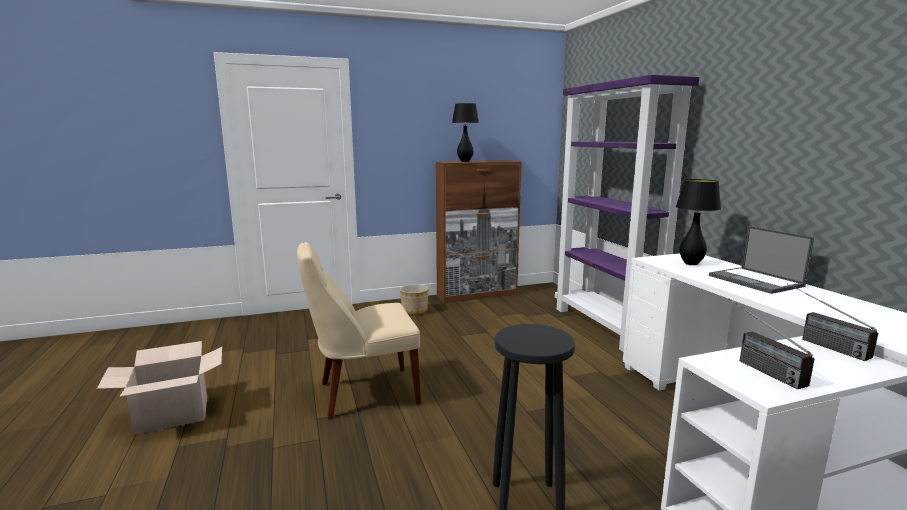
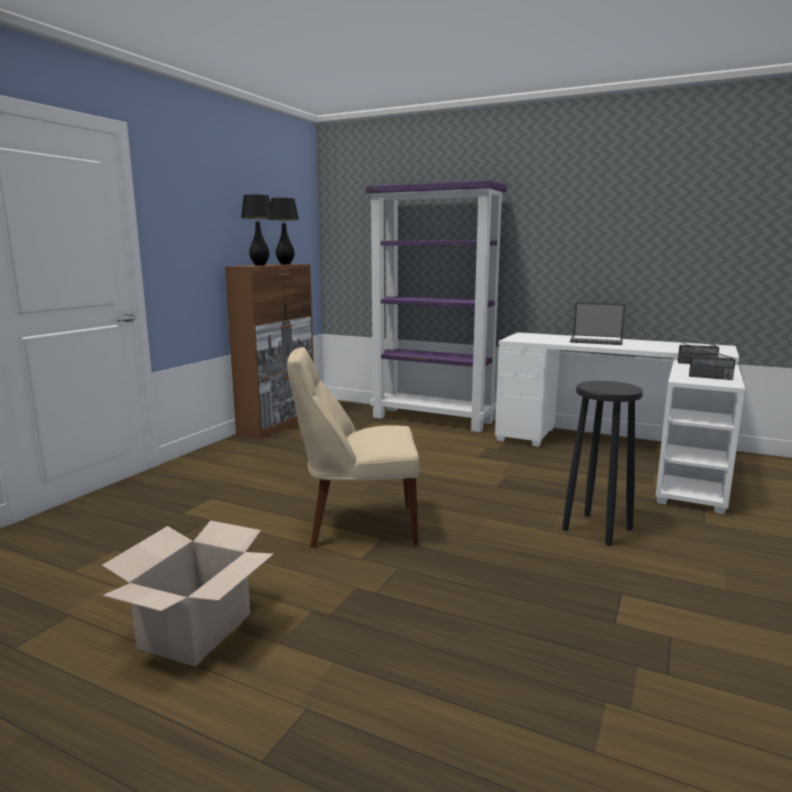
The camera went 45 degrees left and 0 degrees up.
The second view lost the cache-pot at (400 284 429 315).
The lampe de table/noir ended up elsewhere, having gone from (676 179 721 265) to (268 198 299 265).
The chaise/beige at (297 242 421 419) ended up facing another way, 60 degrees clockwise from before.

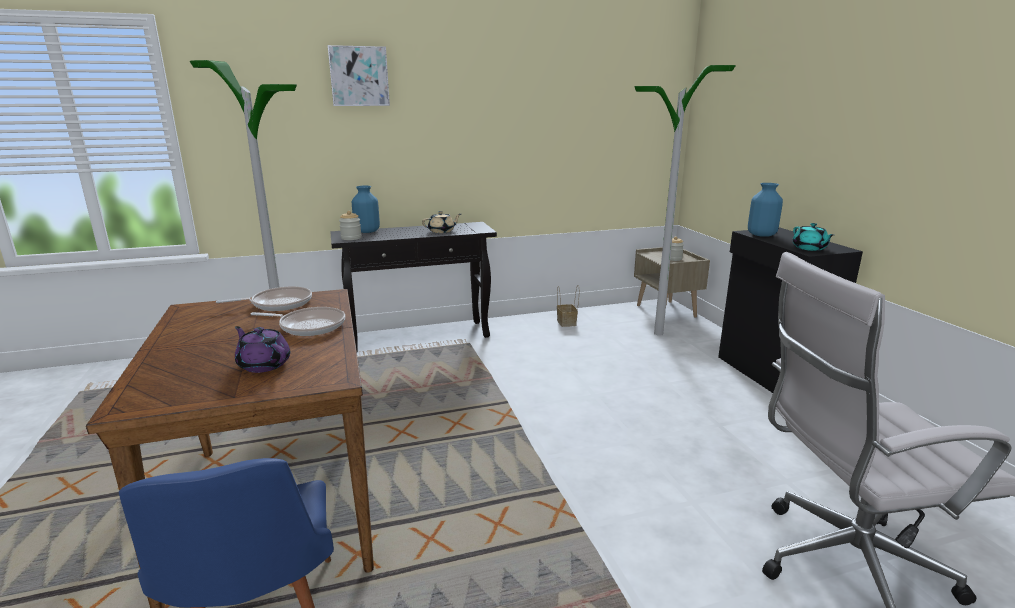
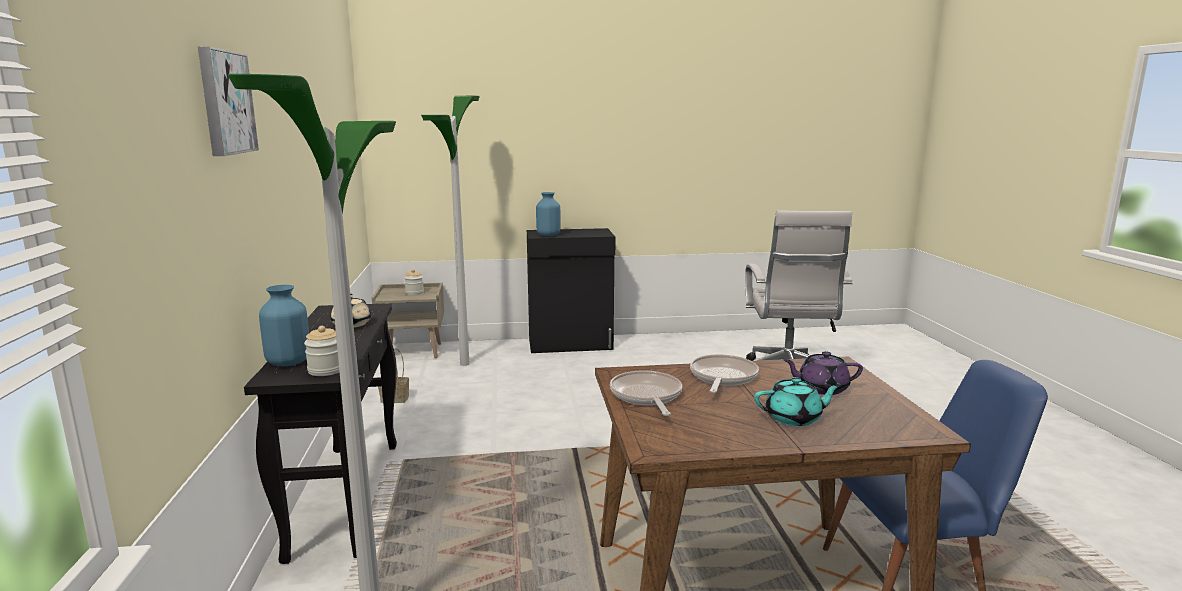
The camera went 80 degrees left and 5 degrees down.
The théière/turquoise ended up elsewhere, having gone from (792 223 834 251) to (754 377 841 426).
The théière/violet at (235 326 290 373) ended up facing another way, 45 degrees clockwise from before.

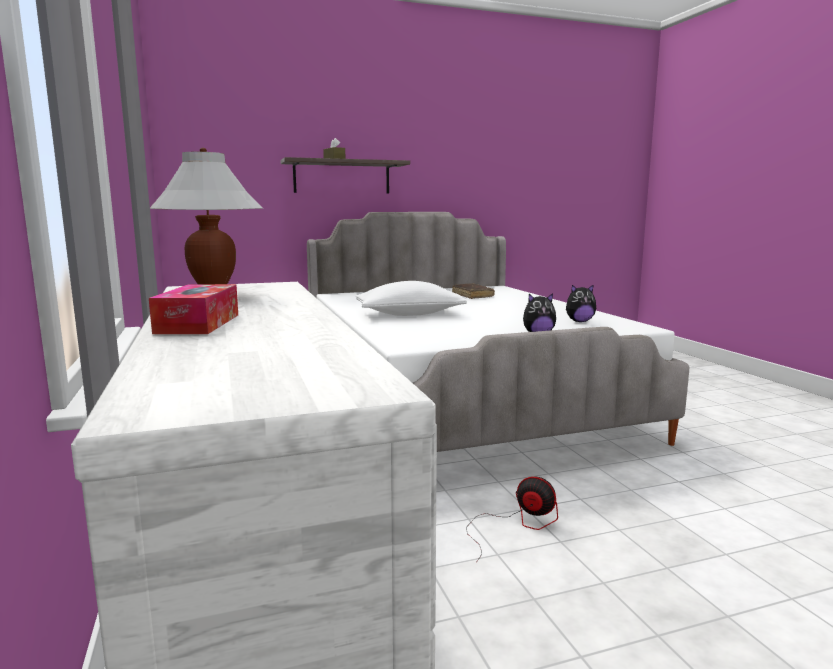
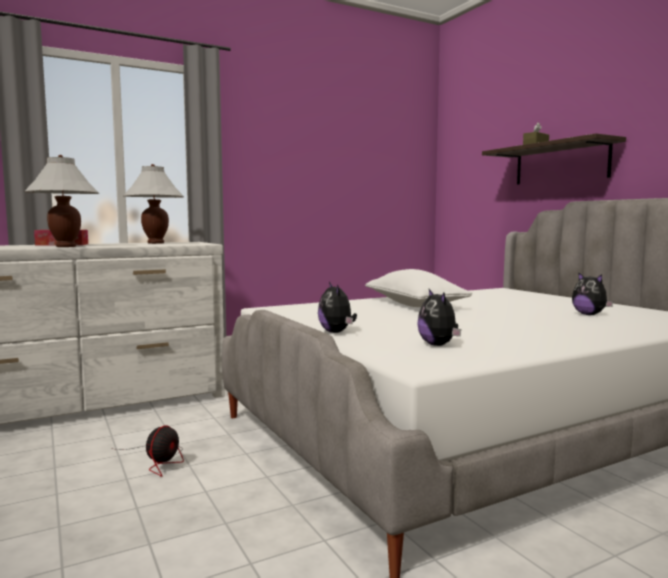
The camera went 80 degrees right and 5 degrees down.
The second view gained the lampe de table/blanc at (24 155 99 247).
Where the livre/marron stood at (452 283 495 299), the peluche came to stand at (572 272 613 315).

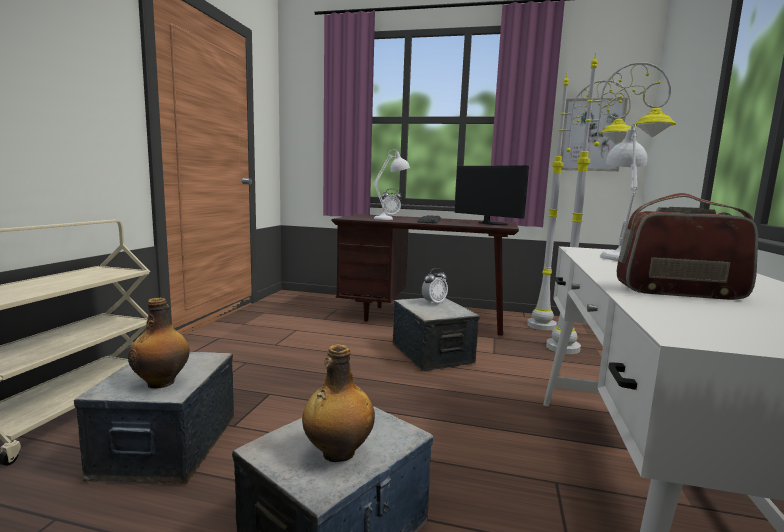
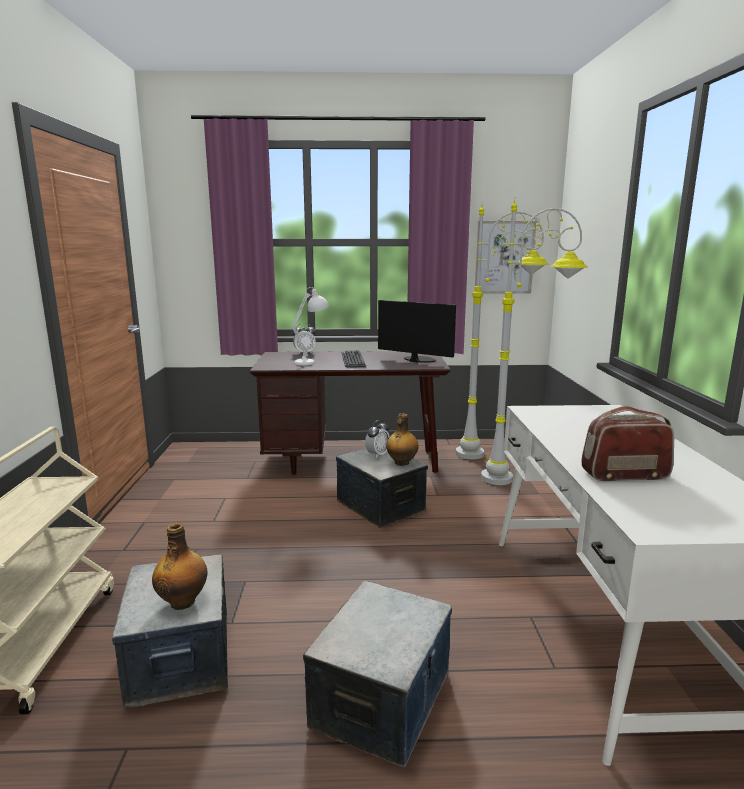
The camera went 15 degrees left and 5 degrees up.
The second view lost the lampe de table/blanc at (600 123 647 261).
The bouteille ended up elsewhere, having gone from (302 344 375 462) to (386 413 419 466).

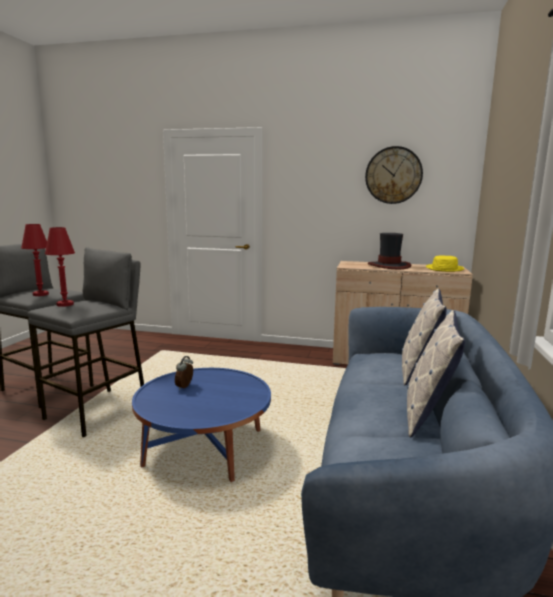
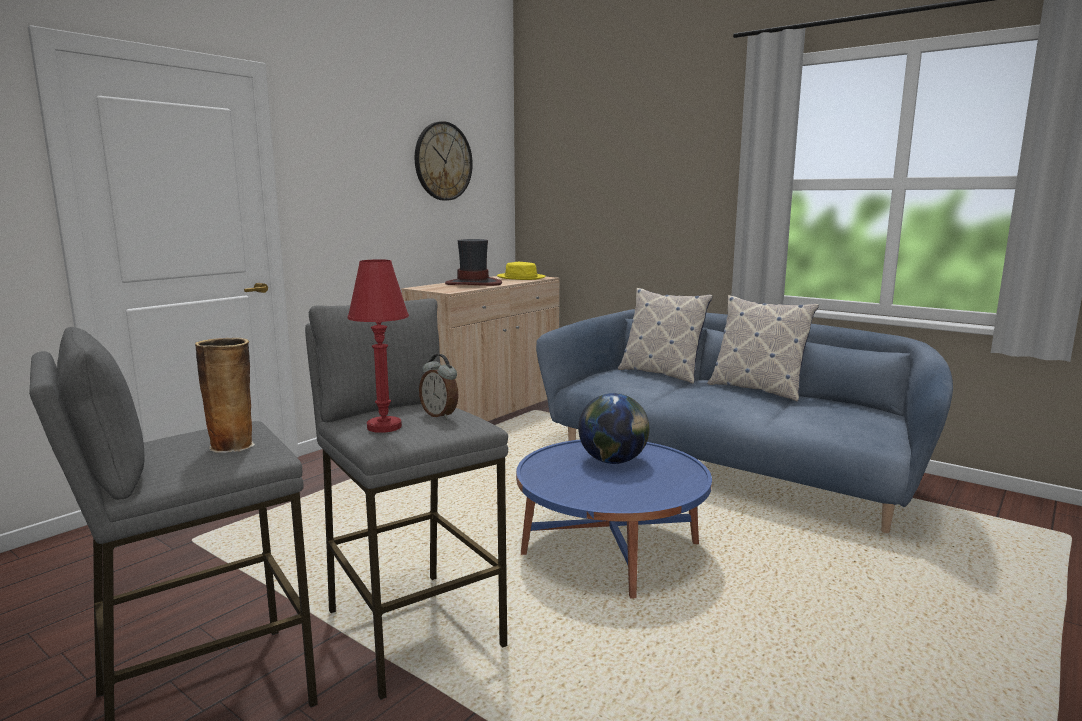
The camera went 65 degrees left and 0 degrees up.
The second view gained the globe at (578 393 650 464).
The réveil ended up elsewhere, having gone from (175 356 193 390) to (419 354 459 420).
Where the lampe de table/rouge stood at (21 224 49 296), the vase came to stand at (195 338 255 453).

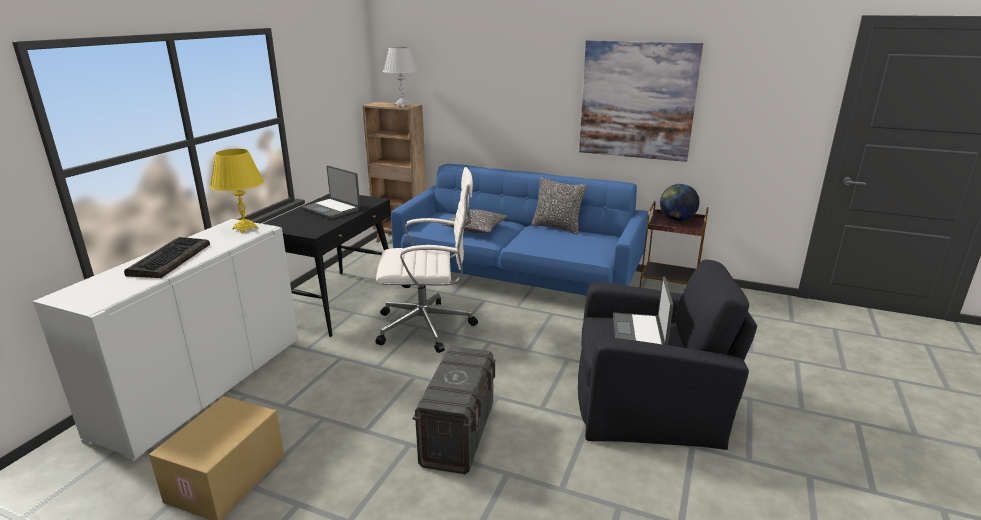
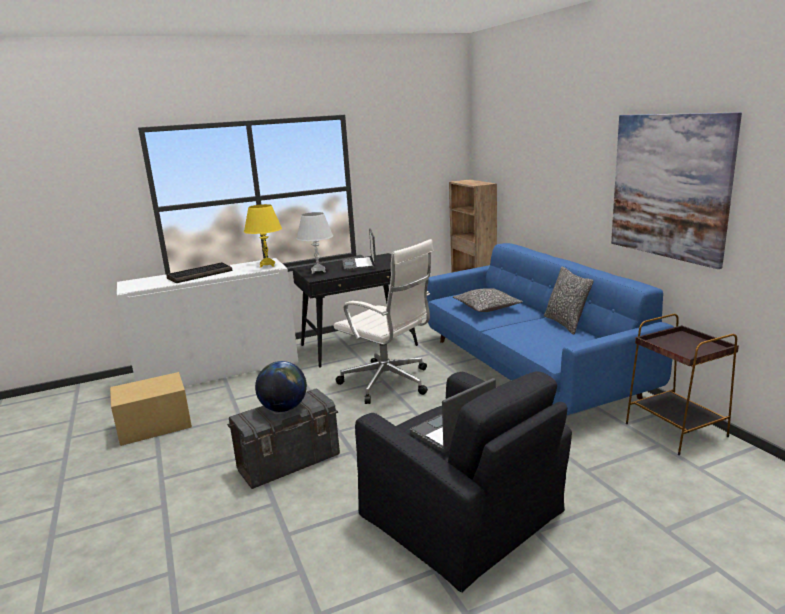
The camera went 45 degrees right and 5 degrees down.
The lampe de table/blanc ended up elsewhere, having gone from (383 47 418 107) to (296 212 333 274).
The globe ended up elsewhere, having gone from (660 184 699 221) to (255 361 307 412).

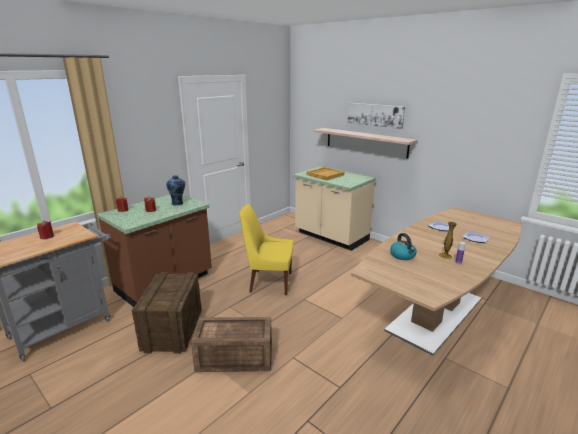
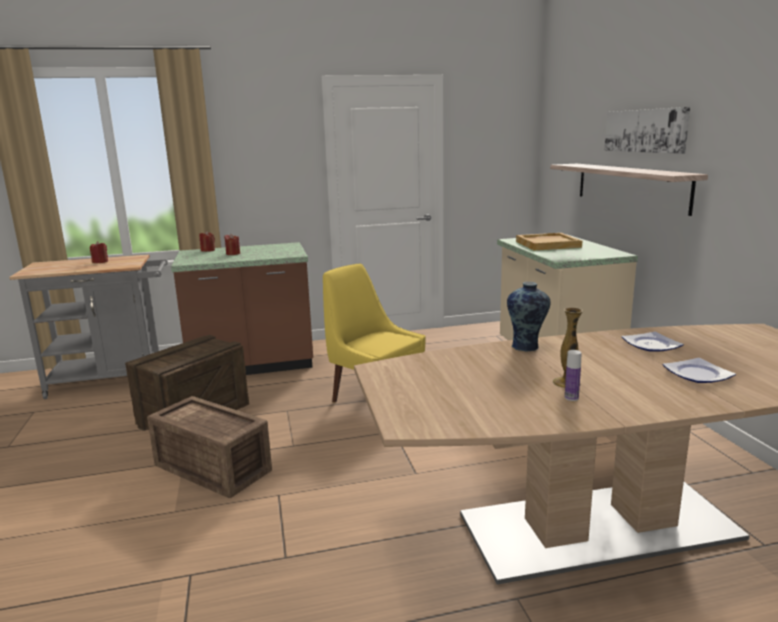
The camera went 35 degrees right and 5 degrees down.
The second view lost the bouilloire at (390 233 416 260).
The vase ended up elsewhere, having gone from (166 175 185 205) to (507 282 551 351).

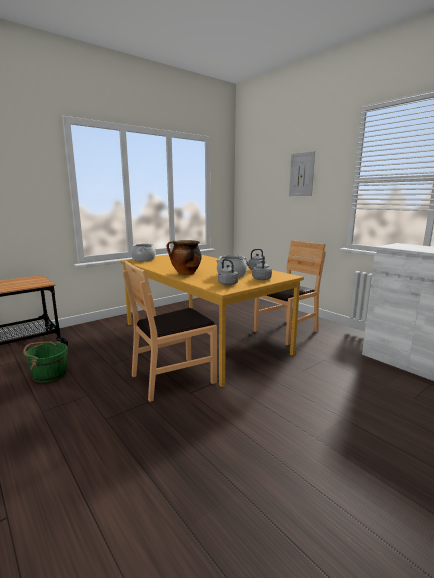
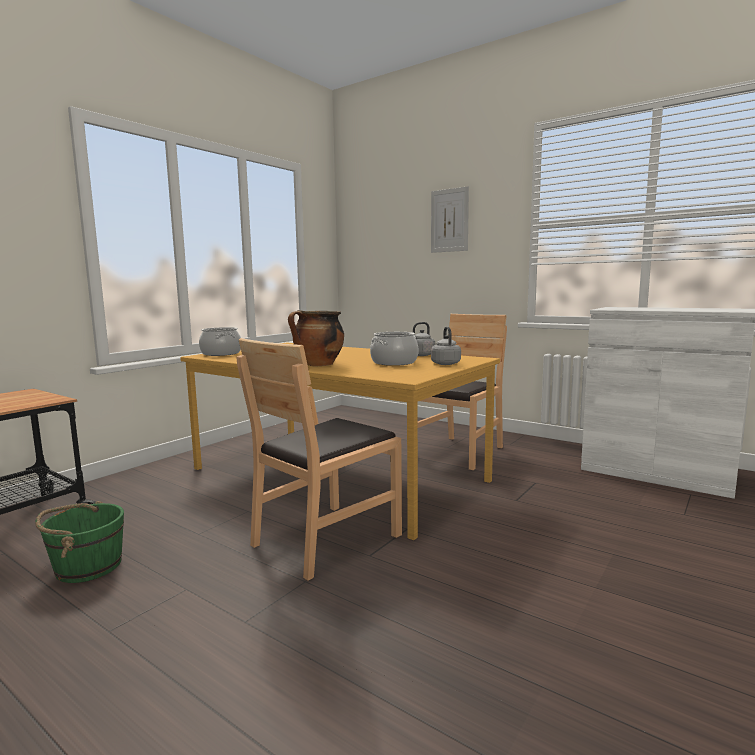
The camera went 15 degrees left and 5 degrees down.
The second view lost the bouilloire/gris at (218 259 239 285).

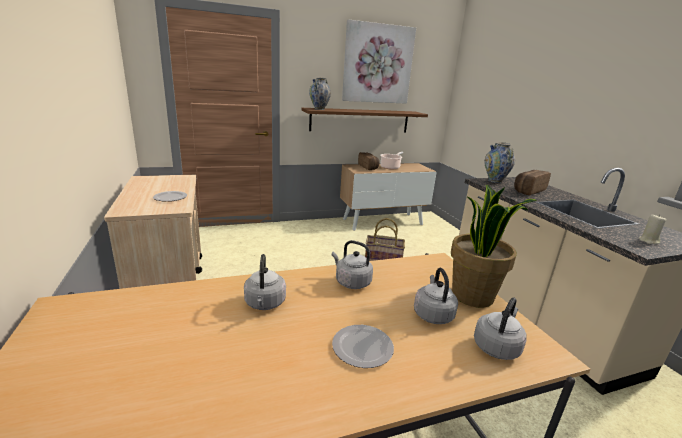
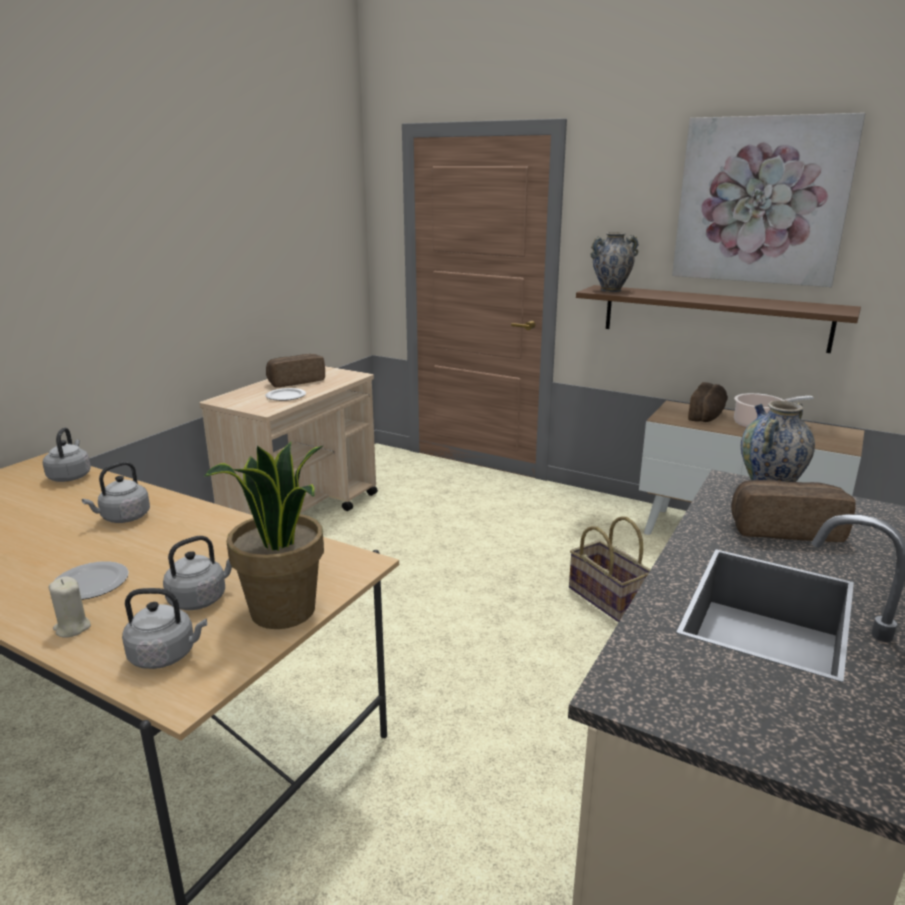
The camera went 50 degrees right and 0 degrees up.
The second view gained the pain at (266 354 325 387).
The bouilloire/gris ended up elsewhere, having gone from (332 240 373 289) to (43 428 91 482).
The bougie/beige ended up elsewhere, having gone from (639 215 667 244) to (48 577 91 638).

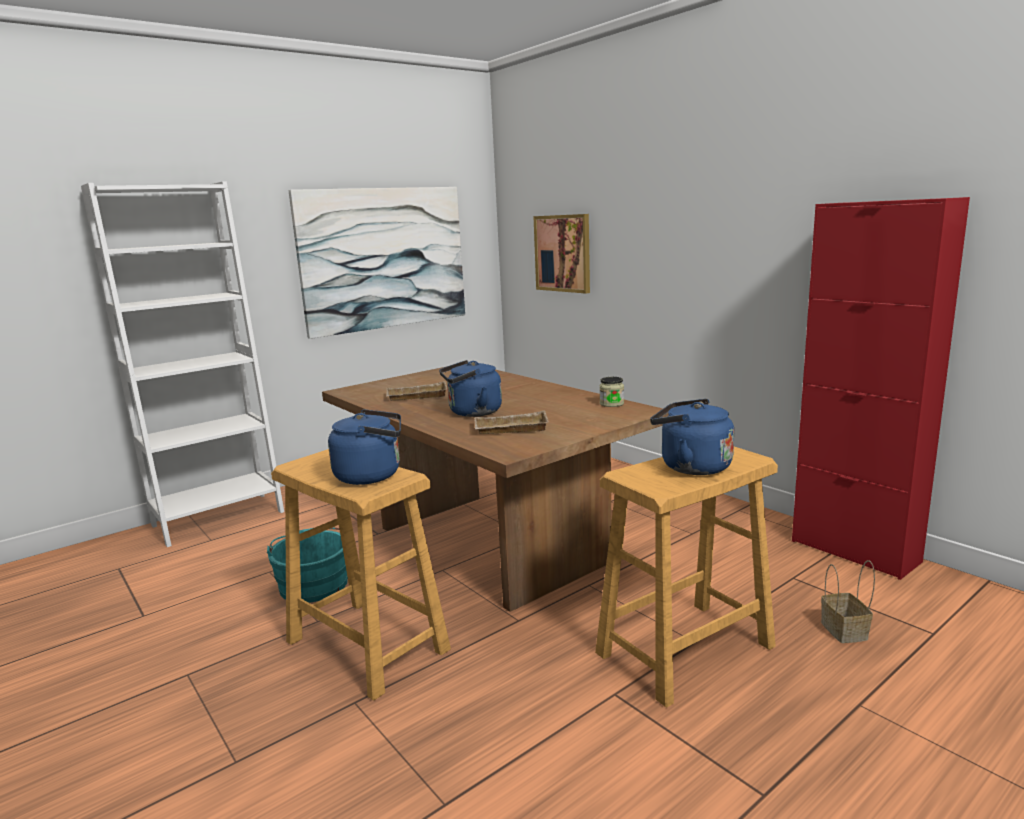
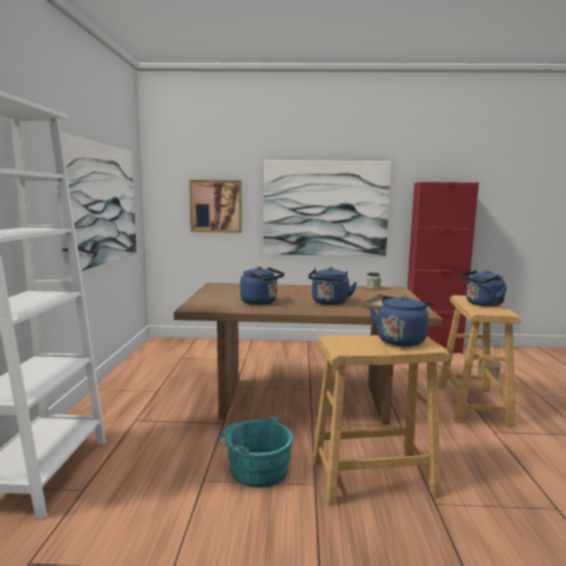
The camera went 50 degrees left and 5 degrees down.
The second view gained the tableau at (264 160 391 256).
Where the plateau/beige stood at (386 381 448 401), the bouilloire/bleu came to stand at (240 267 285 305).

